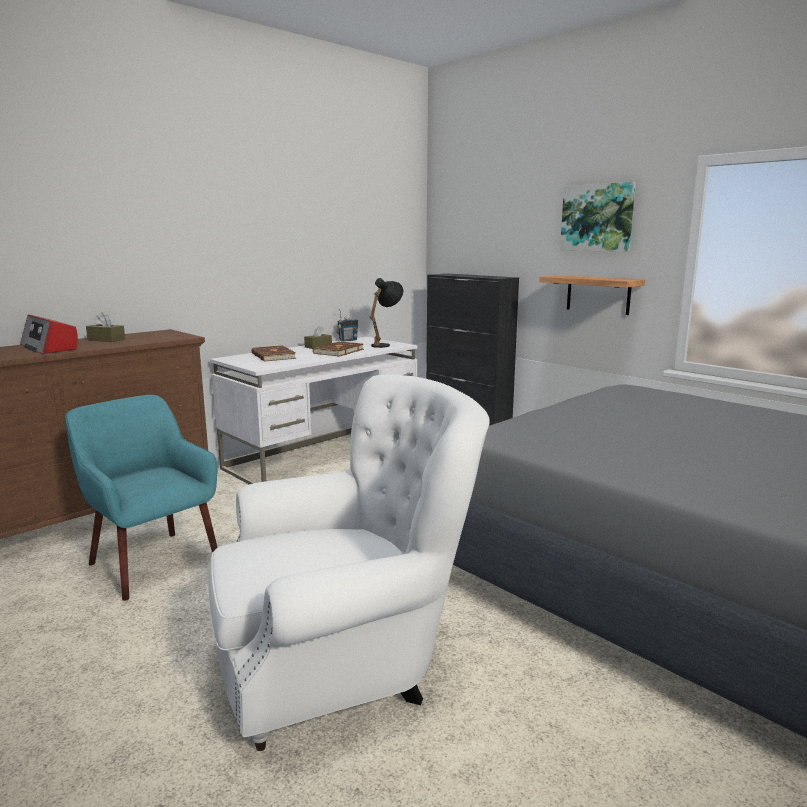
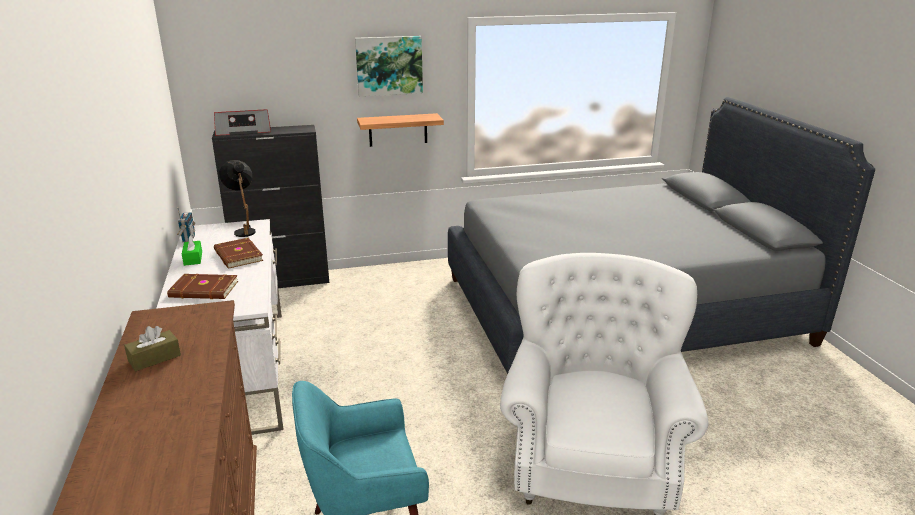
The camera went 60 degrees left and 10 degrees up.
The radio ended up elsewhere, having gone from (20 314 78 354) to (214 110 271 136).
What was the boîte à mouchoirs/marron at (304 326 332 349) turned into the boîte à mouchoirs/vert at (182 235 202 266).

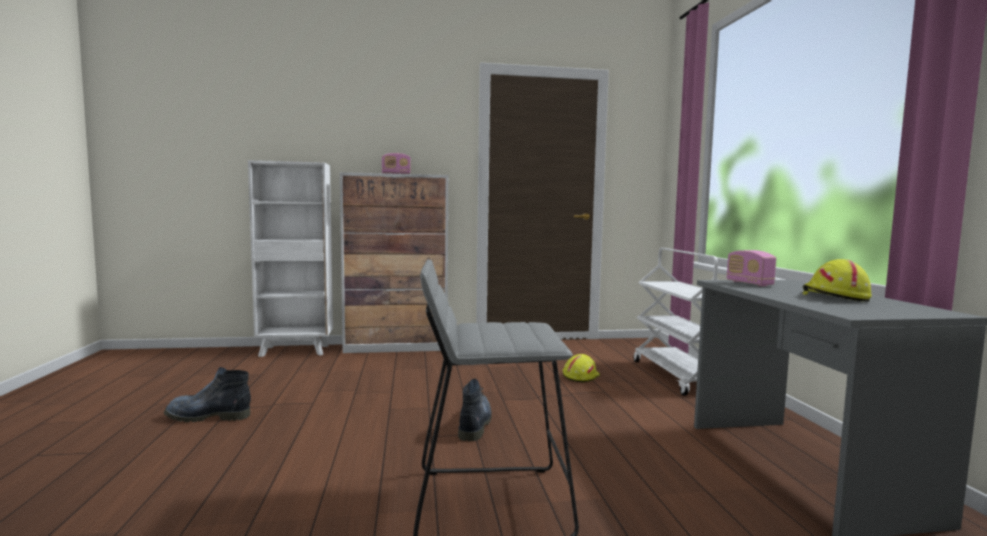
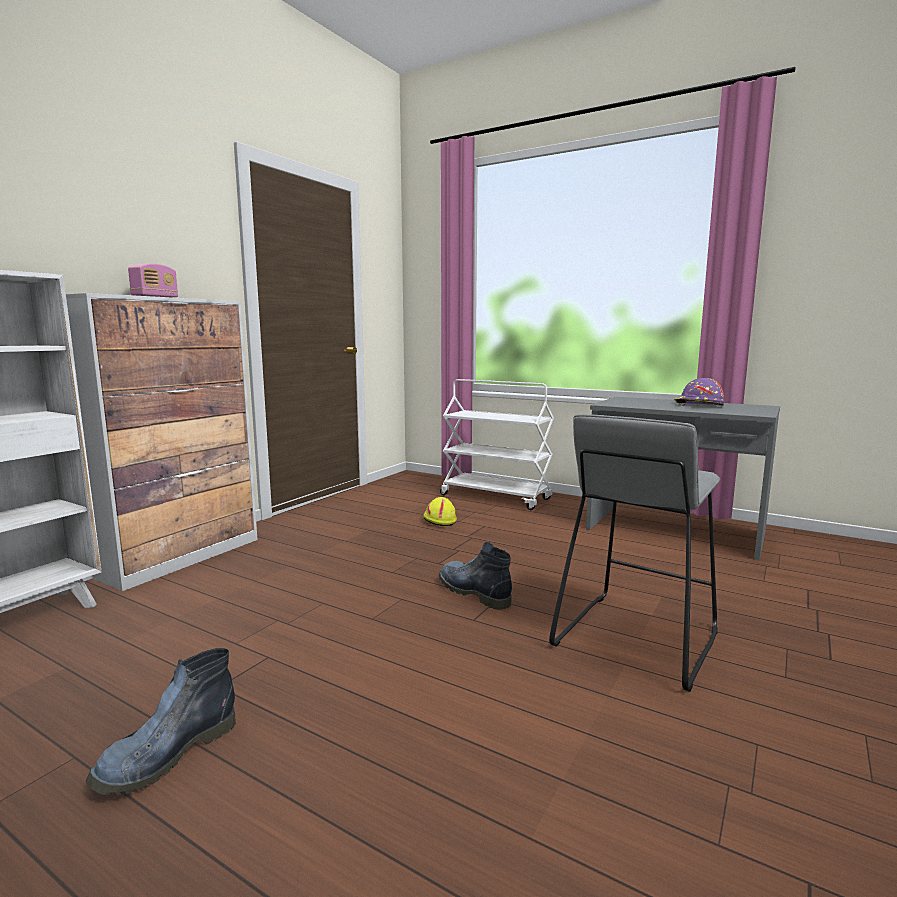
The camera went 50 degrees left and 5 degrees up.
The second view lost the radio at (727 250 776 286).
What was the casque de chantier/jaune at (802 259 872 302) turned into the casque de chantier/violet at (674 378 725 406).

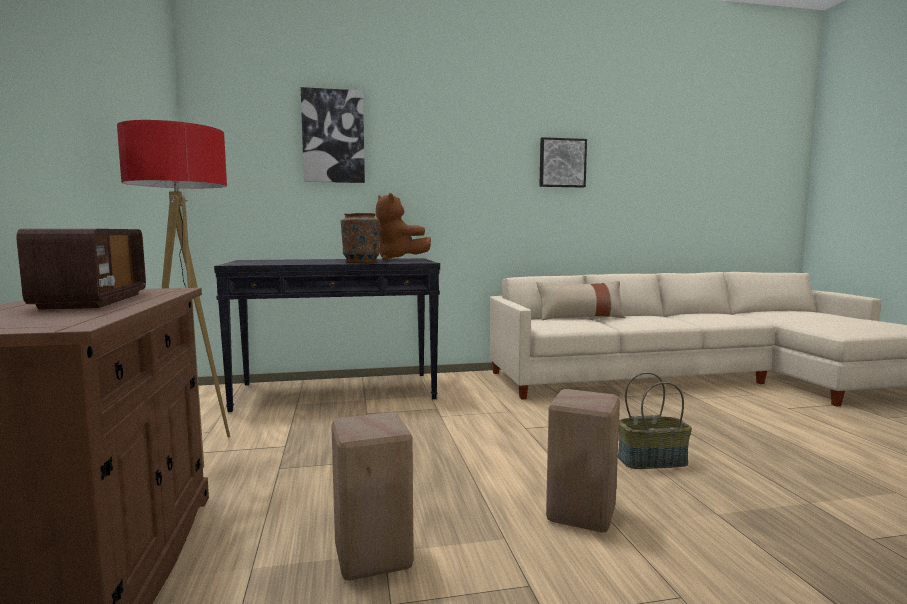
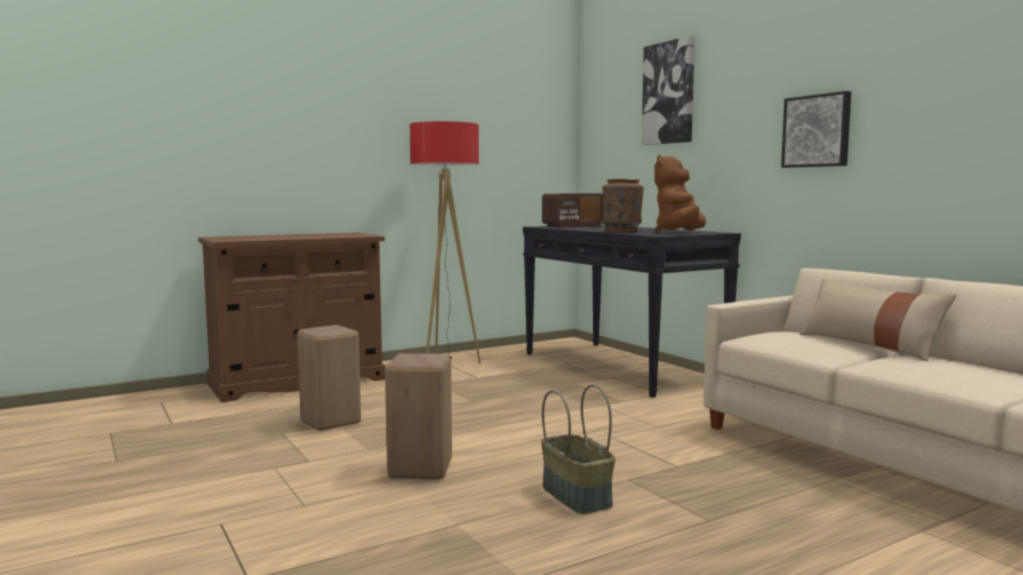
The camera went 70 degrees right and 0 degrees up.
The radio ended up elsewhere, having gone from (16 229 146 310) to (542 193 604 228).
The tableau ended up elsewhere, having gone from (539 137 587 187) to (781 91 851 168).

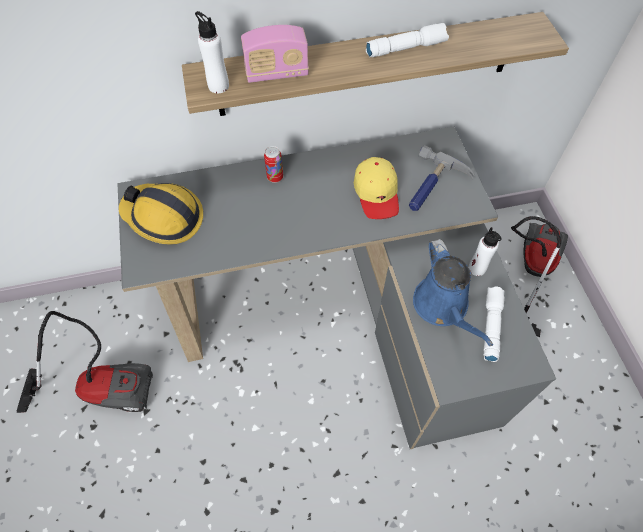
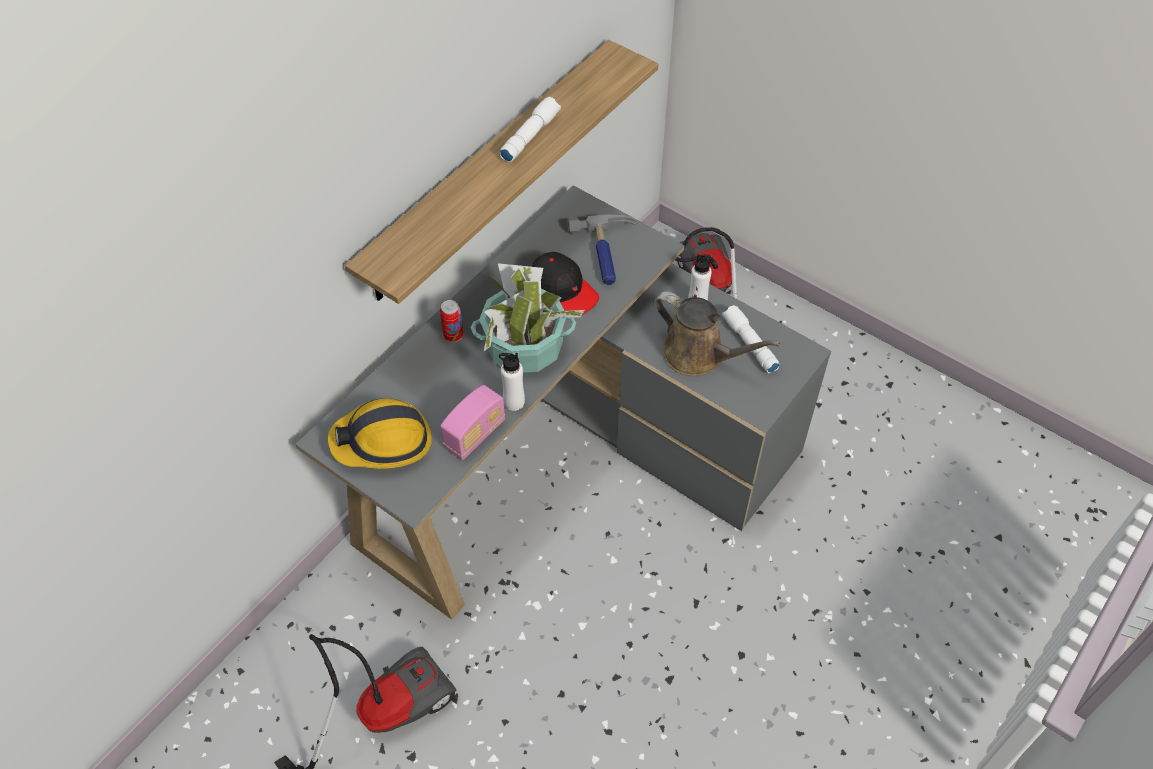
The camera went 40 degrees left and 5 degrees down.
The second view gained the plante en pot at (471 263 584 373).
The bouteille/blanc ended up elsewhere, having gone from (195 11 229 93) to (499 353 525 411).
The radio ended up elsewhere, having gone from (241 25 309 83) to (440 385 505 460).
What was the casquette/jaune at (354 157 399 219) turned into the casquette/noir at (531 252 599 315).
What was the arrosoir/bleu at (413 239 493 346) turned into the arrosoir/marron at (654 291 780 376).

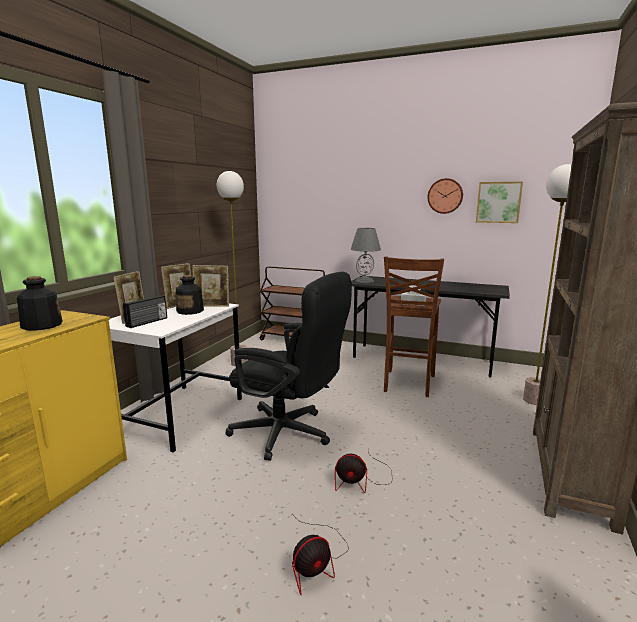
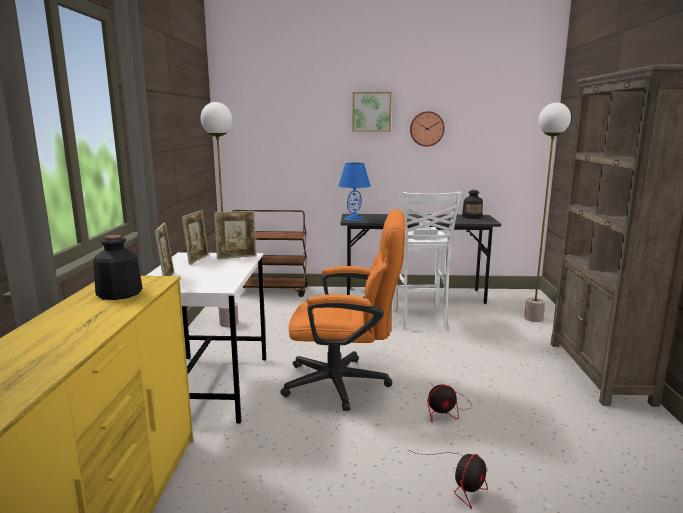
The camera went 20 degrees left and 0 degrees up.
The second view lost the radio at (123 295 167 328).
The bouteille ended up elsewhere, having gone from (176 275 204 315) to (462 190 483 219).
The tableau ended up elsewhere, having gone from (476 182 523 223) to (353 92 392 132).
What was the chaise de bureau/noir at (226 272 352 461) turned into the chaise de bureau/orange at (280 209 406 411).
What was the lampe de table/gris at (351 228 381 283) turned into the lampe de table/bleu at (339 163 371 221).
What was the tabouret/marron at (384 256 444 397) turned into the tabouret/blanc at (392 192 461 330).

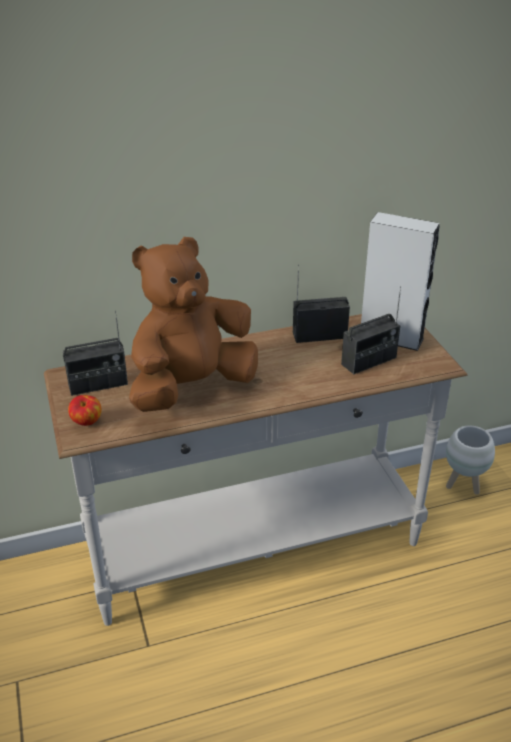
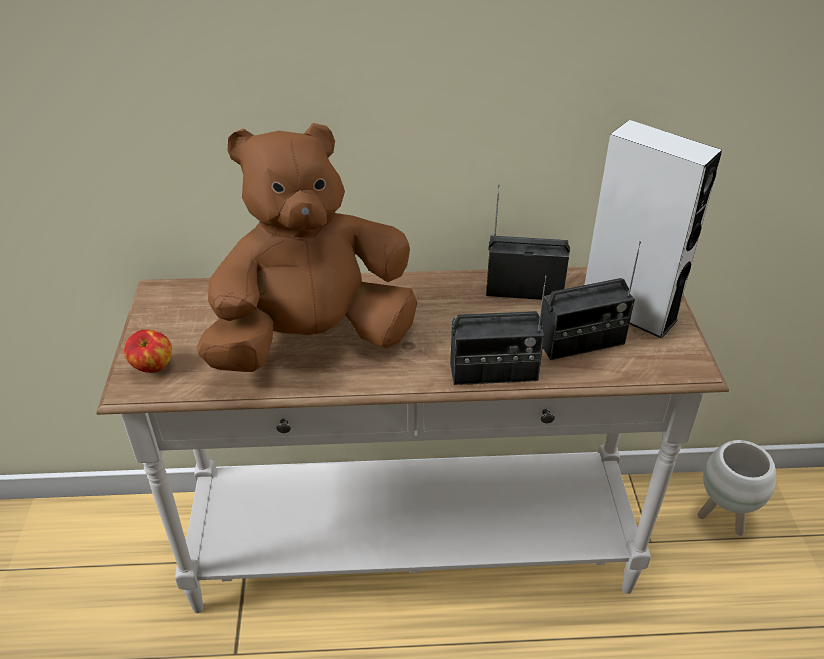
The camera went 15 degrees right and 5 degrees up.
The radio ended up elsewhere, having gone from (63 311 128 396) to (450 276 547 385).

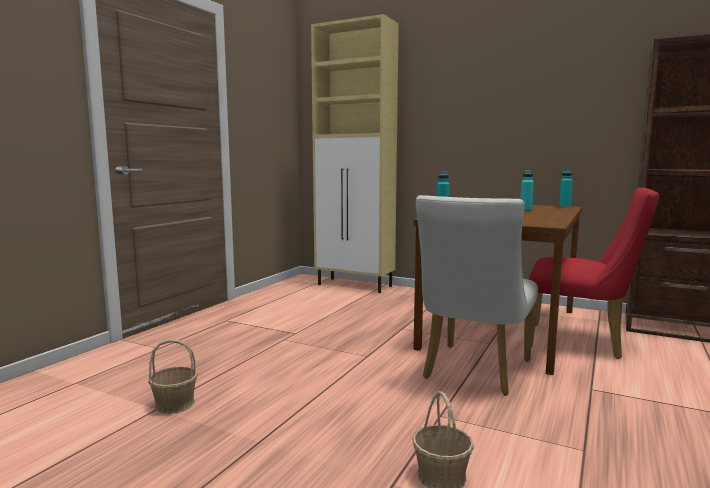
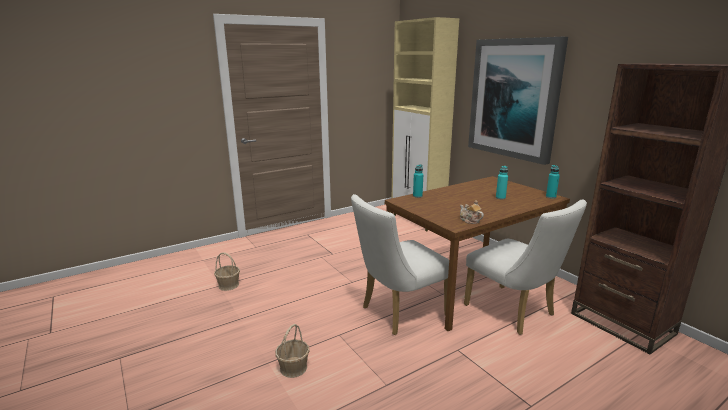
The camera went 30 degrees right and 10 degrees up.
The second view gained the théière at (460 200 484 224).
The second view gained the tableau at (468 37 568 165).
What was the chaise/rouge at (529 188 659 359) turned into the chaise/blanc at (464 199 587 335).

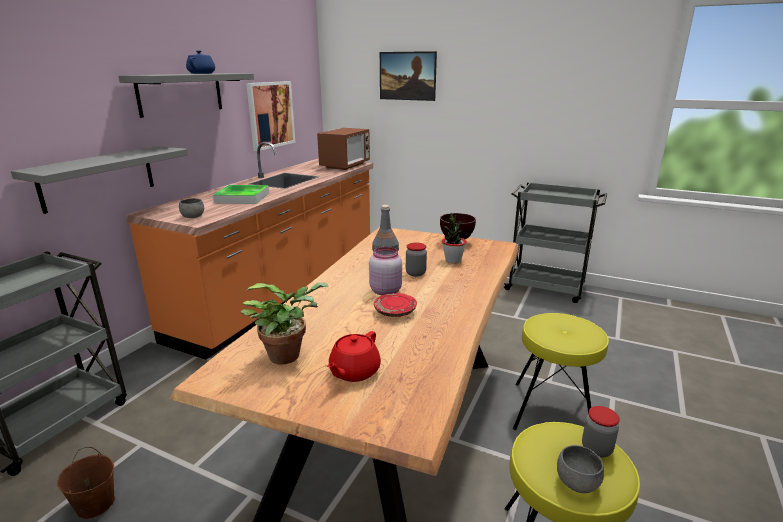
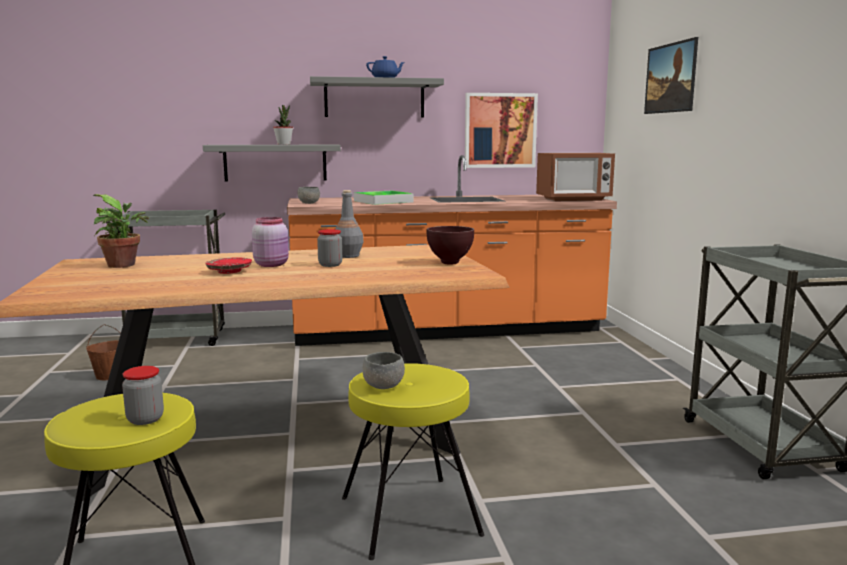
The camera went 55 degrees right and 10 degrees down.
The second view lost the théière/rouge at (327 331 381 382).
The plante en pot ended up elsewhere, having gone from (442 213 467 263) to (273 105 293 145).
The bol/gris ended up elsewhere, having gone from (557 445 604 493) to (363 352 405 389).

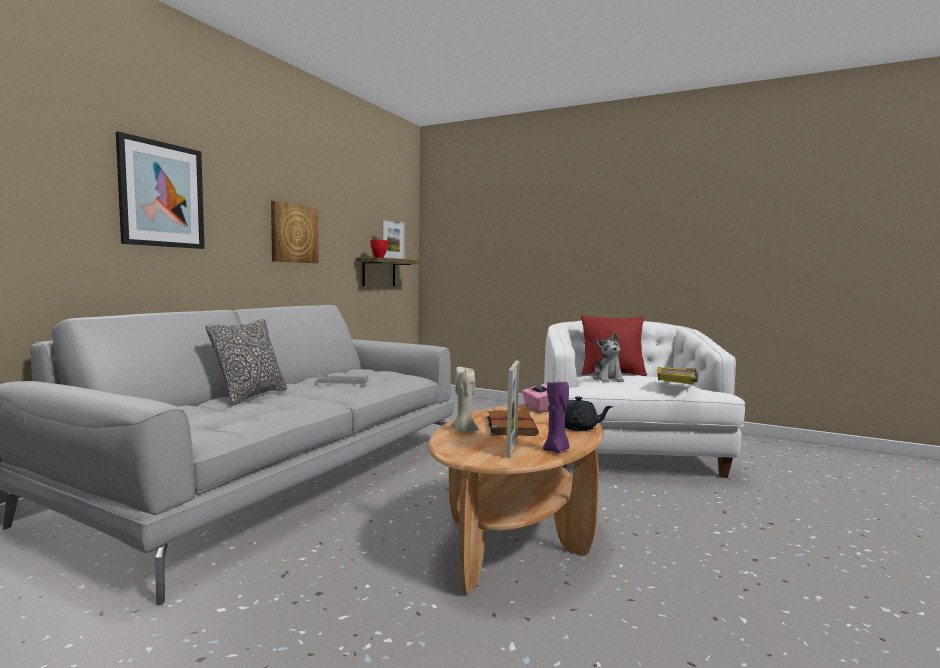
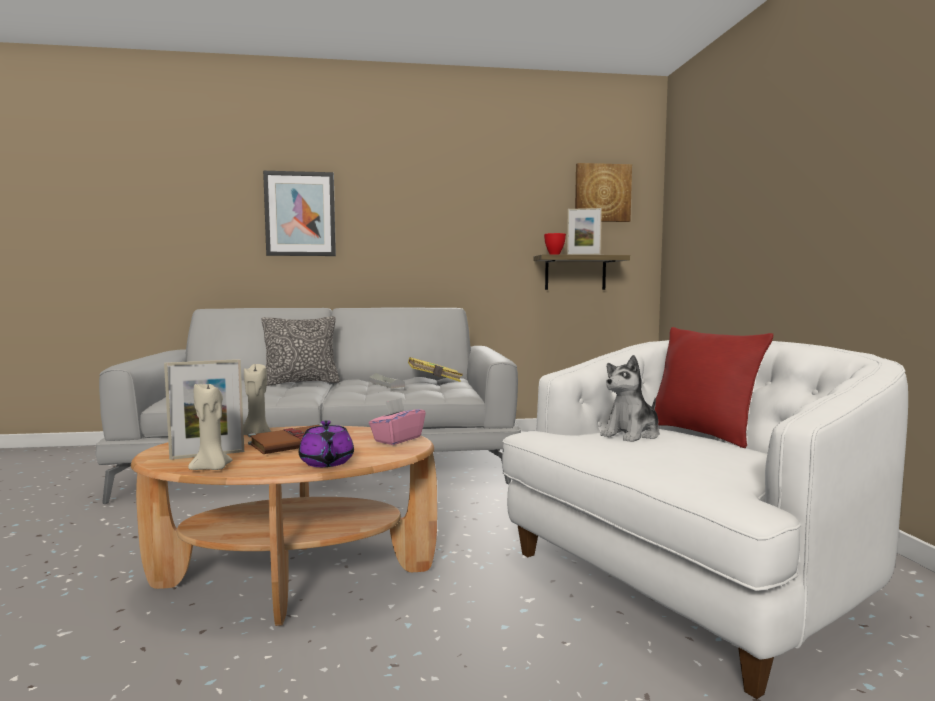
The camera went 55 degrees right and 0 degrees up.
The tableau ended up elsewhere, having gone from (271 201 319 263) to (575 163 632 222).
The livre/jaune ended up elsewhere, having gone from (657 367 698 384) to (408 357 463 382).
What was the bougie/violet at (543 380 570 454) turned into the bougie/beige at (188 384 232 470).
What was the théière/noir at (548 396 614 431) turned into the théière/violet at (299 420 354 467).

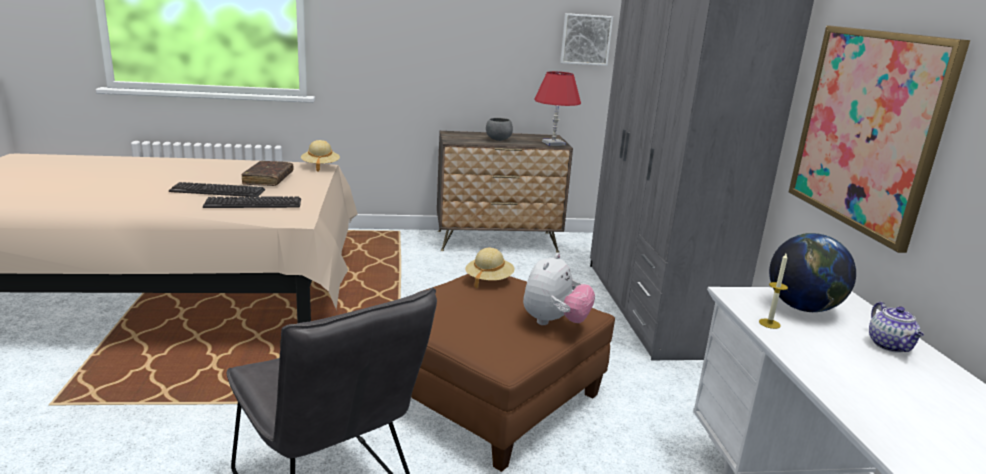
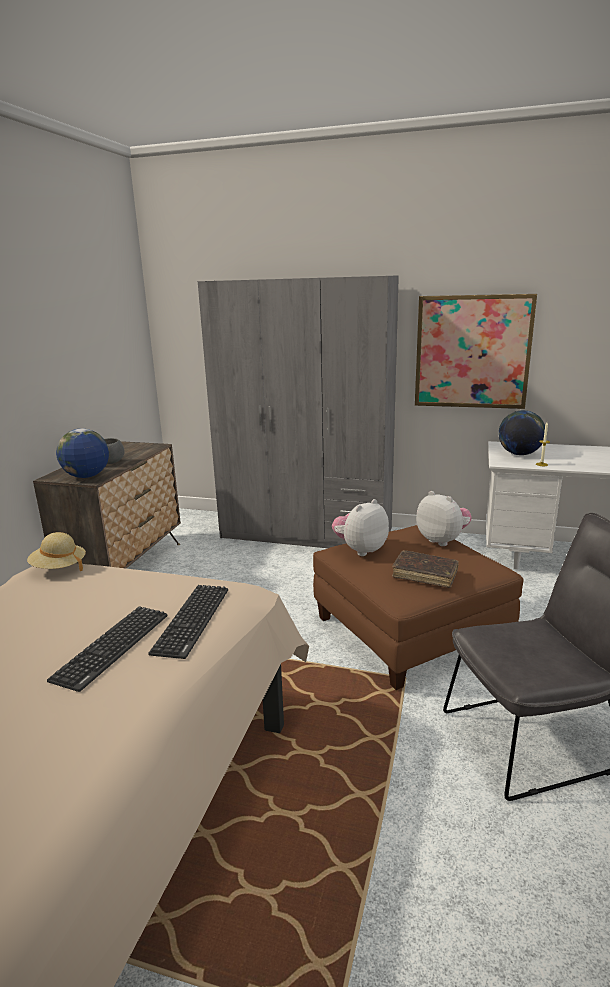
The camera went 65 degrees left and 0 degrees up.
The second view lost the lampe de table/rouge at (534 71 581 146).
The second view lost the tableau at (560 13 613 66).
The second view lost the théière at (869 302 924 353).
The second view gained the globe at (56 428 109 478).
The livre/marron ended up elsewhere, having gone from (241 161 293 186) to (392 550 459 588).
Where the chapeau/beige stood at (466 248 515 288), the peluche came to stand at (332 499 389 556).

